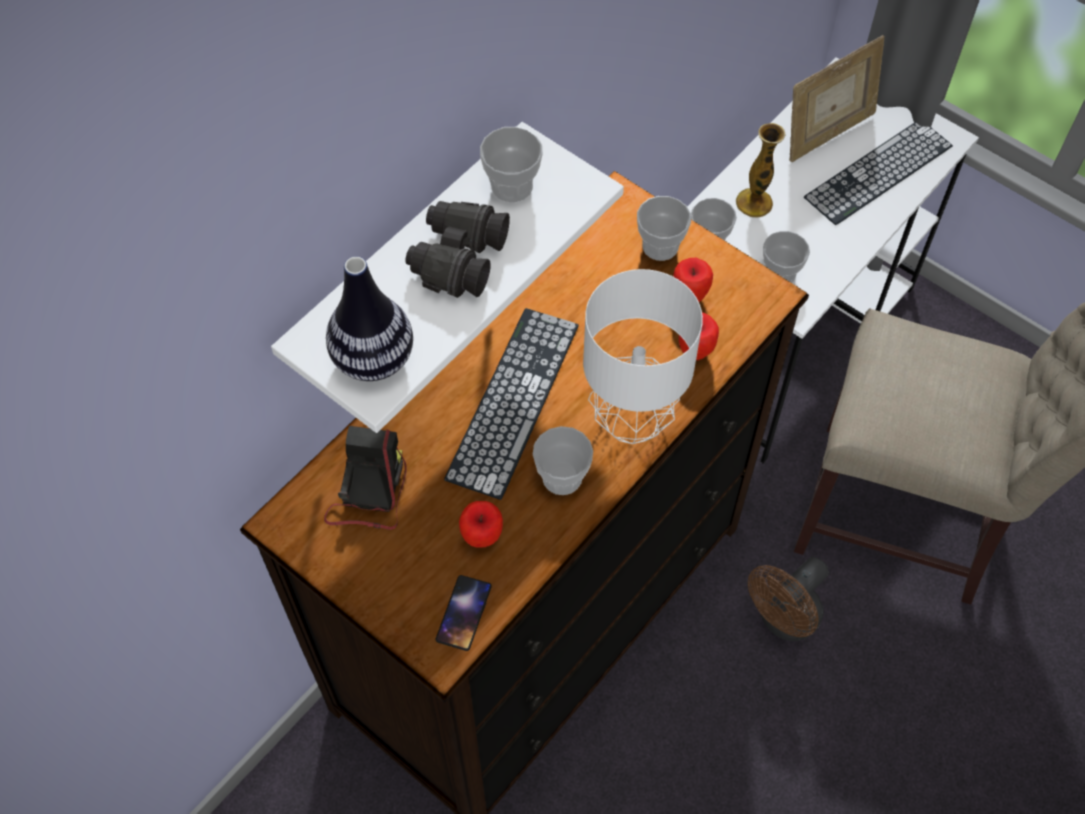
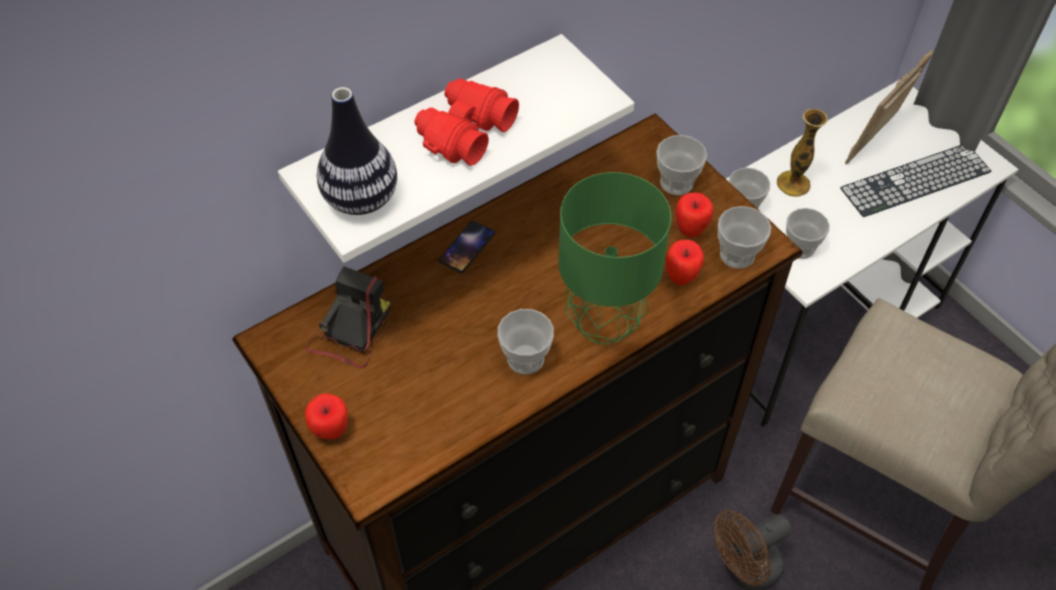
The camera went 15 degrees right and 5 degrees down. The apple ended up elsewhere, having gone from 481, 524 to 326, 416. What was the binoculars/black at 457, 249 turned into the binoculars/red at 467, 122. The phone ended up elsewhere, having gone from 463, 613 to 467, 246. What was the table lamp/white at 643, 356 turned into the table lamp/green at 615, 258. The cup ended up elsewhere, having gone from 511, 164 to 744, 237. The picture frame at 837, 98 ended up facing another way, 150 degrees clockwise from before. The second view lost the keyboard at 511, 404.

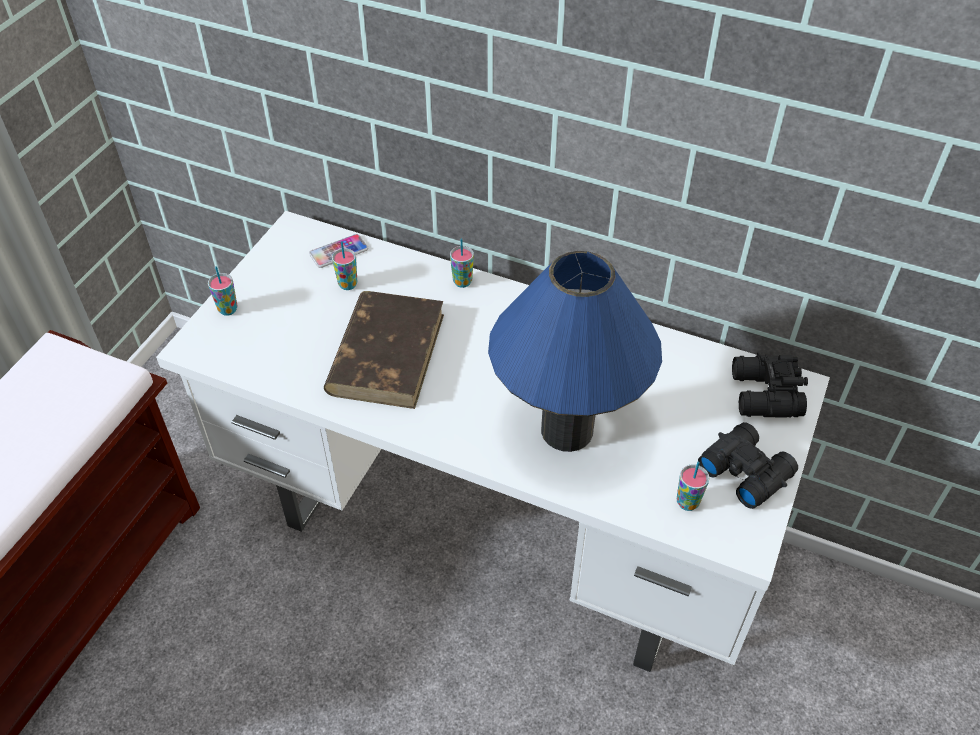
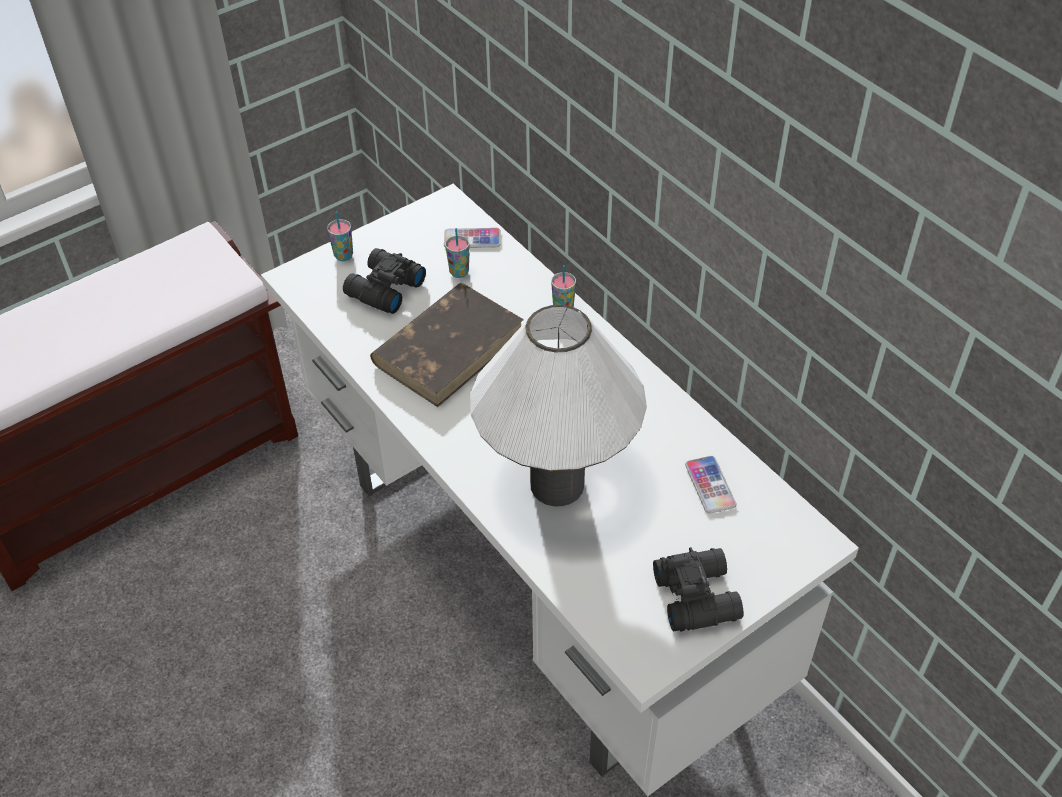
The camera went 30 degrees right and 0 degrees up. The binoculars/black ended up elsewhere, having gone from 770, 385 to 384, 281. What was the table lamp/blue at 575, 351 turned into the table lamp/white at 558, 406. The second view gained the phone at 711, 484. The second view lost the cup at 693, 486.

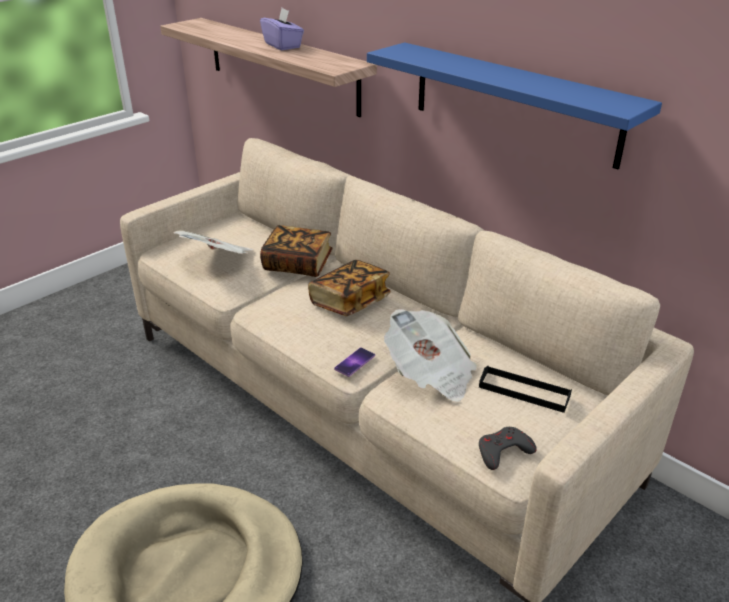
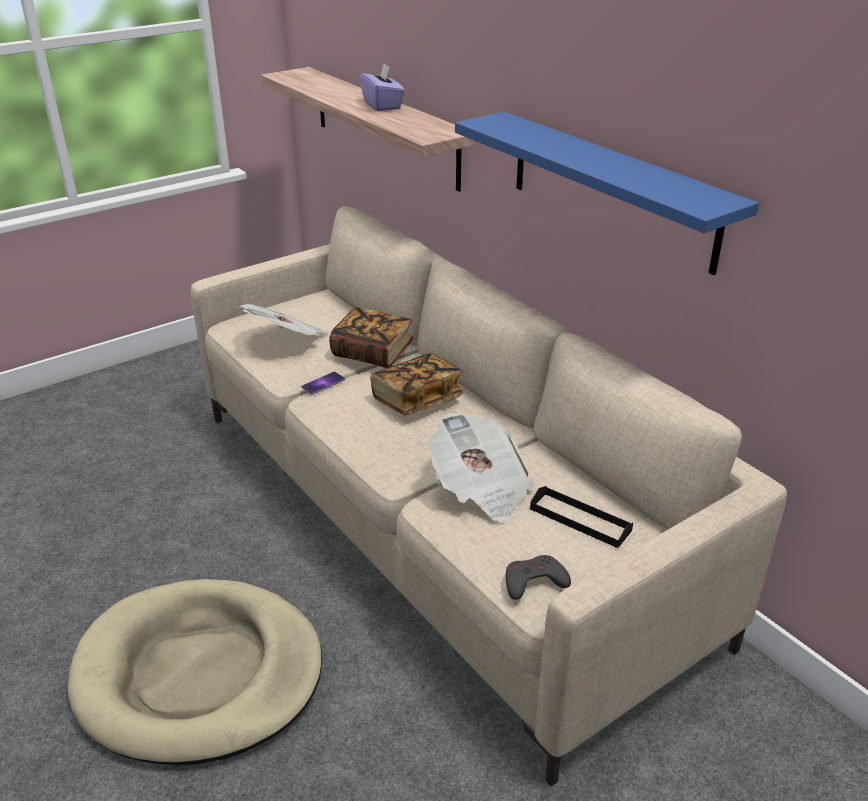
The camera went 10 degrees right and 0 degrees up. The phone ended up elsewhere, having gone from 354, 362 to 323, 383.

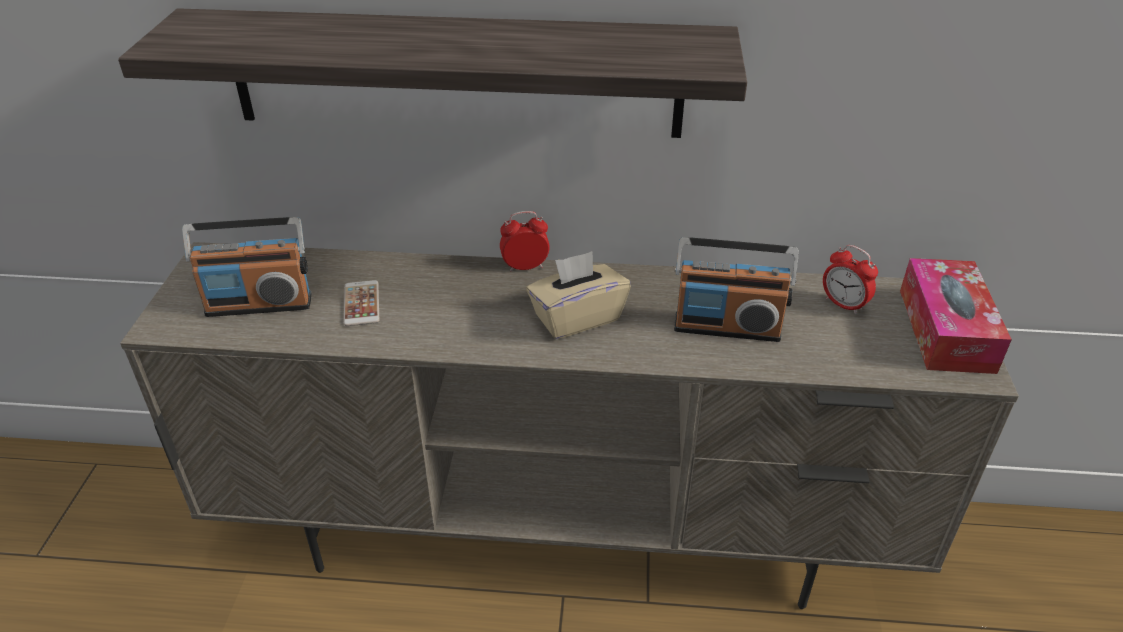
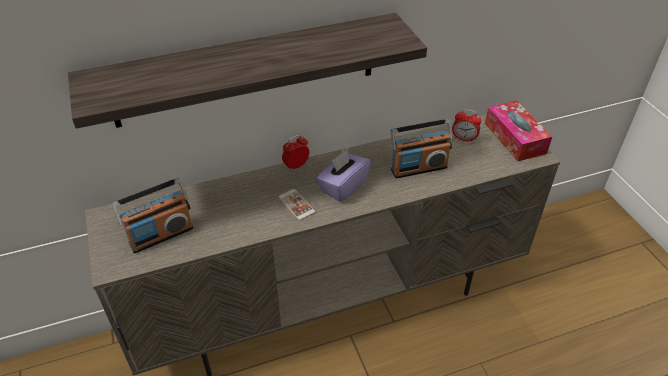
The camera went 25 degrees left and 5 degrees up. The phone ended up elsewhere, having gone from 361, 303 to 296, 204. What was the tissue box/beige at 578, 295 turned into the tissue box/purple at 343, 176.

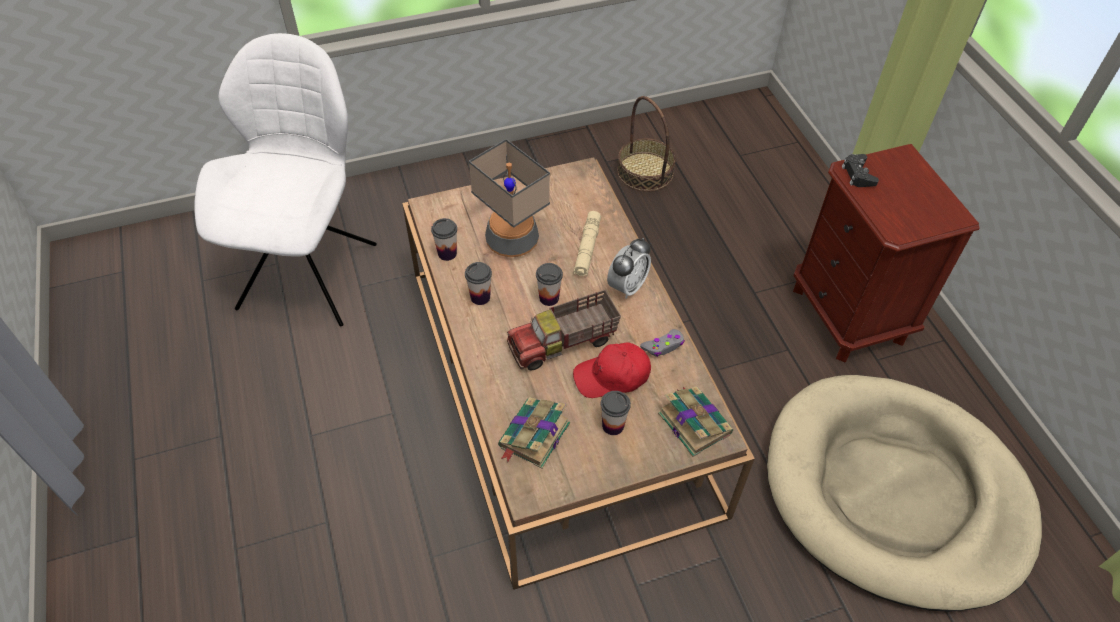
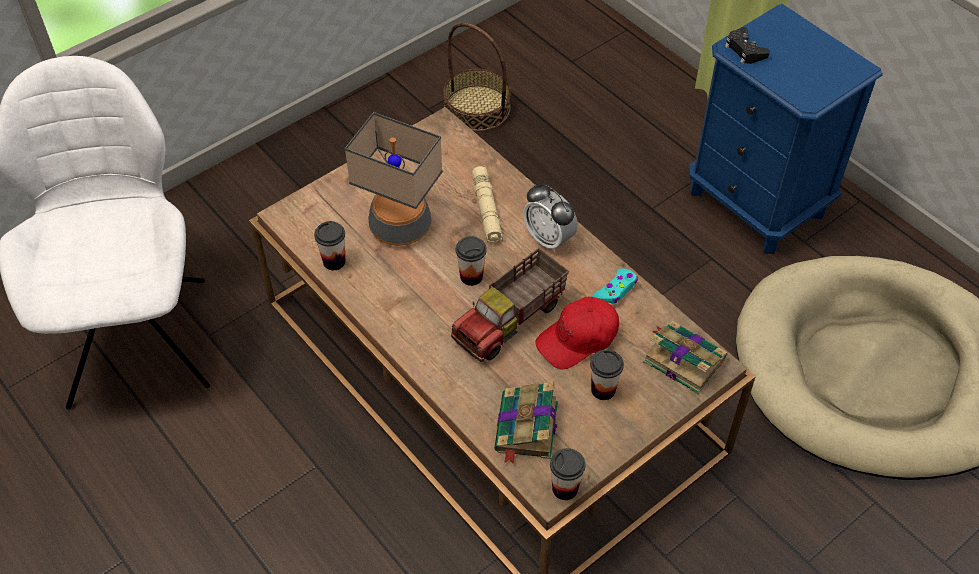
The camera went 20 degrees left and 0 degrees up. The alarm clock at 629, 268 ended up facing another way, 120 degrees clockwise from before. The cup ended up elsewhere, having gone from 478, 283 to 567, 474. What was the game controller/grey at 662, 343 turned into the game controller/turquoise at 615, 285. What was the nightstand/brown at 886, 253 turned into the nightstand/blue at 786, 129.

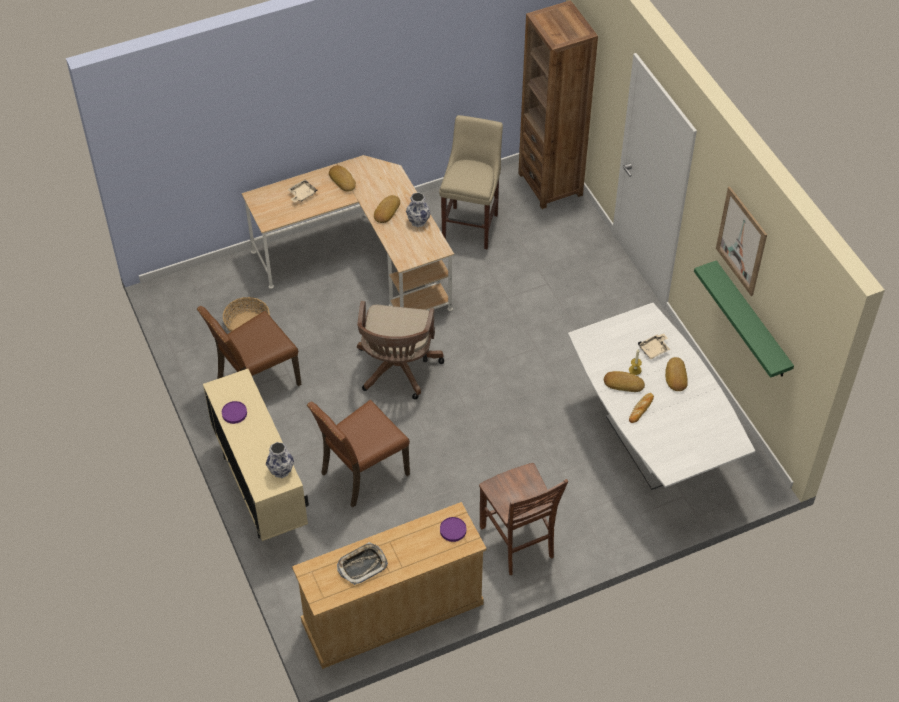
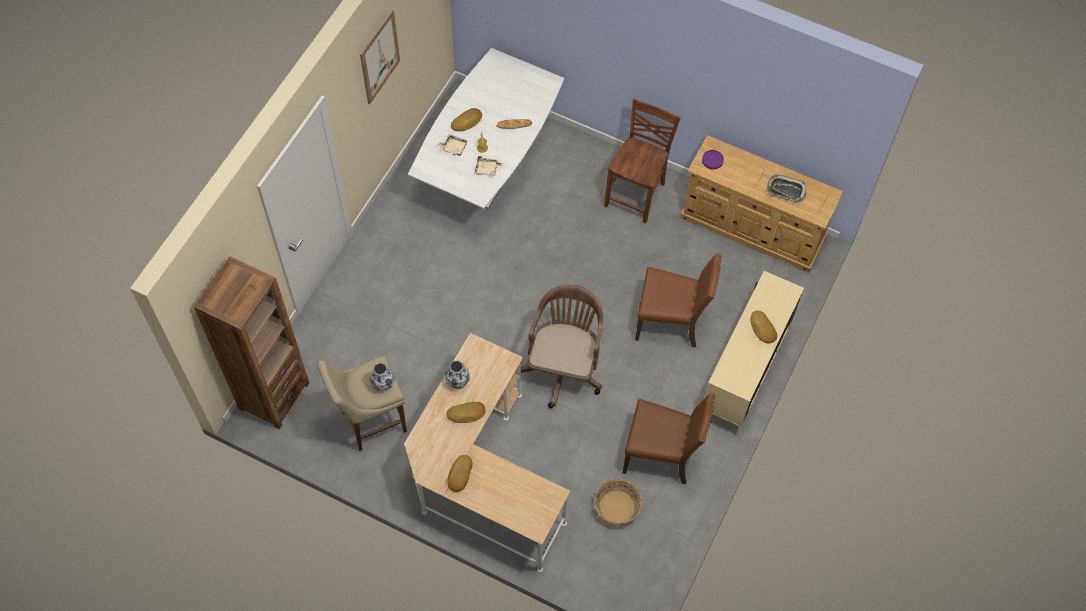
The camera went 130 degrees left and 10 degrees up. The vase ended up elsewhere, having gone from 280, 460 to 382, 377. The tray/beige ended up elsewhere, having gone from 303, 191 to 489, 166. The office chair/brown at 400, 350 ended up facing another way, 45 degrees counterclockwise from before. The bread ended up elsewhere, having gone from 624, 381 to 763, 327. The second view lost the plate/purple at 234, 412. The second view lost the shelf/green at 744, 319.

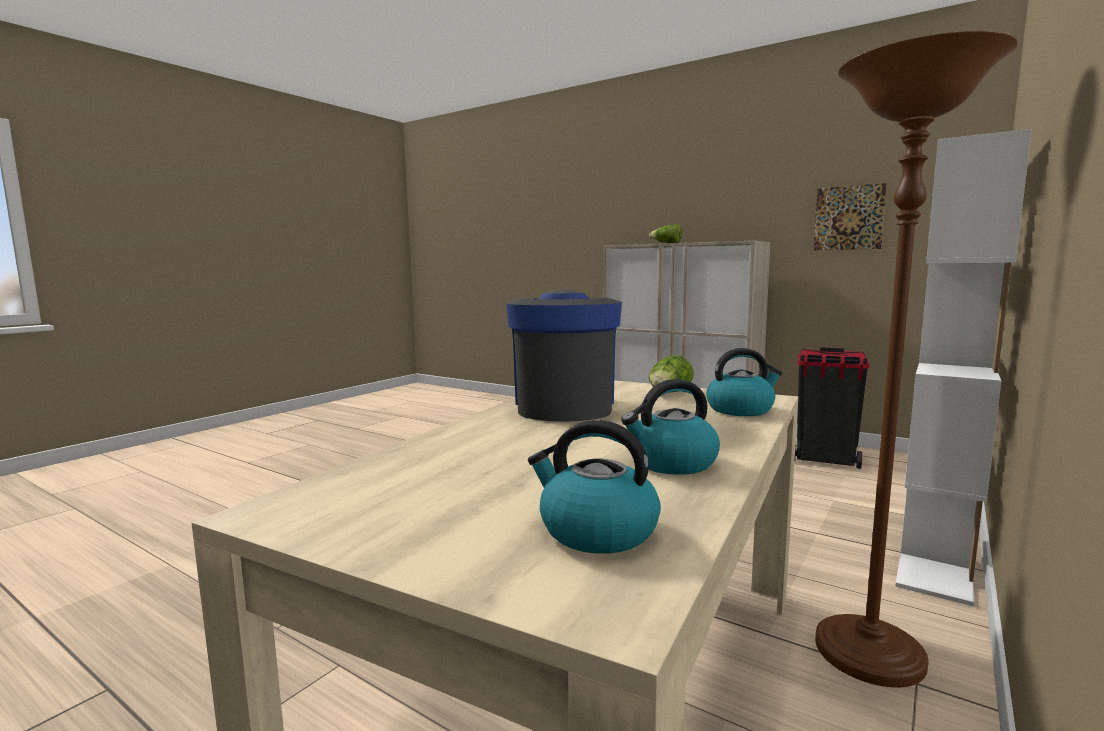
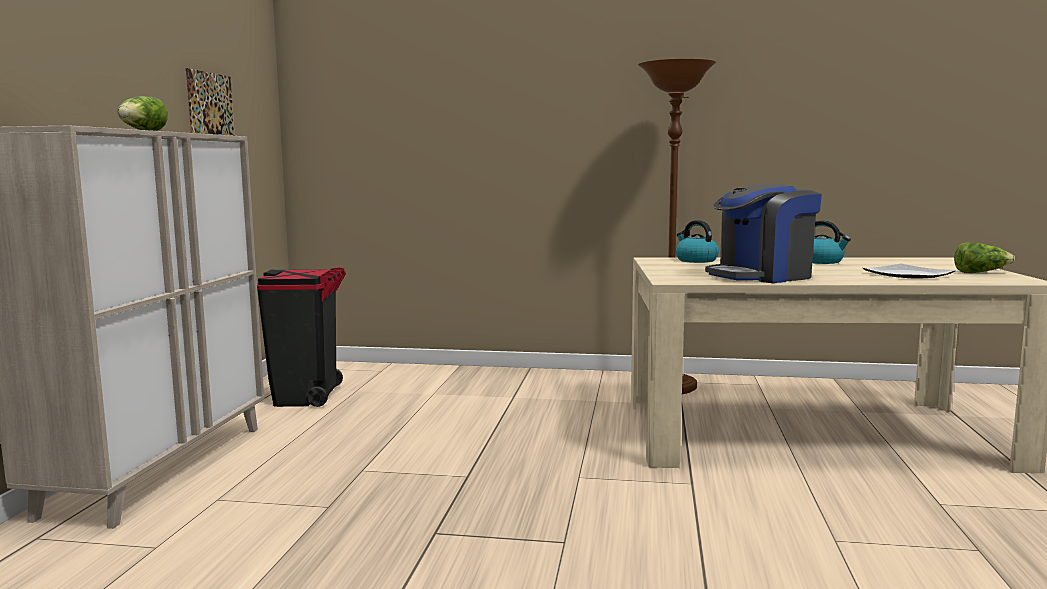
The camera went 115 degrees left and 0 degrees up. The second view gained the plate at 909, 271. The lettuce ended up elsewhere, having gone from 671, 374 to 984, 257. The second view lost the kettle at 594, 487. The second view lost the bookcase/white at 963, 368.

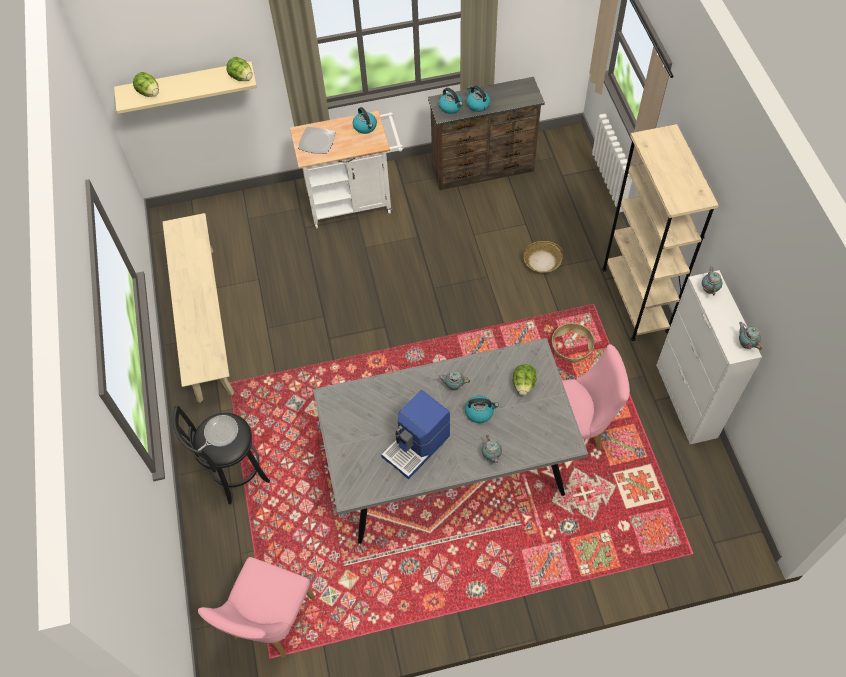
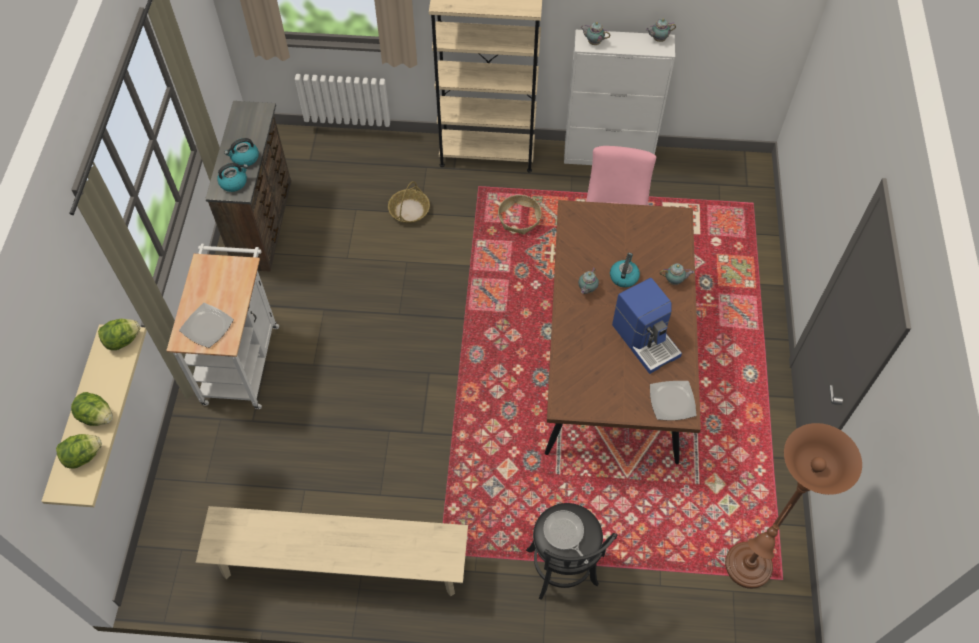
The camera went 75 degrees left and 0 degrees up. The lettuce ended up elsewhere, having gone from 525, 380 to 92, 409. What was the dining table/grey at 450, 441 turned into the dining table/brown at 623, 332. The second view gained the plate at 673, 401. Where the chair/pink stood at 256, 607, the floor lamp/brown came to stand at 793, 506. The second view lost the kettle at 365, 120.

